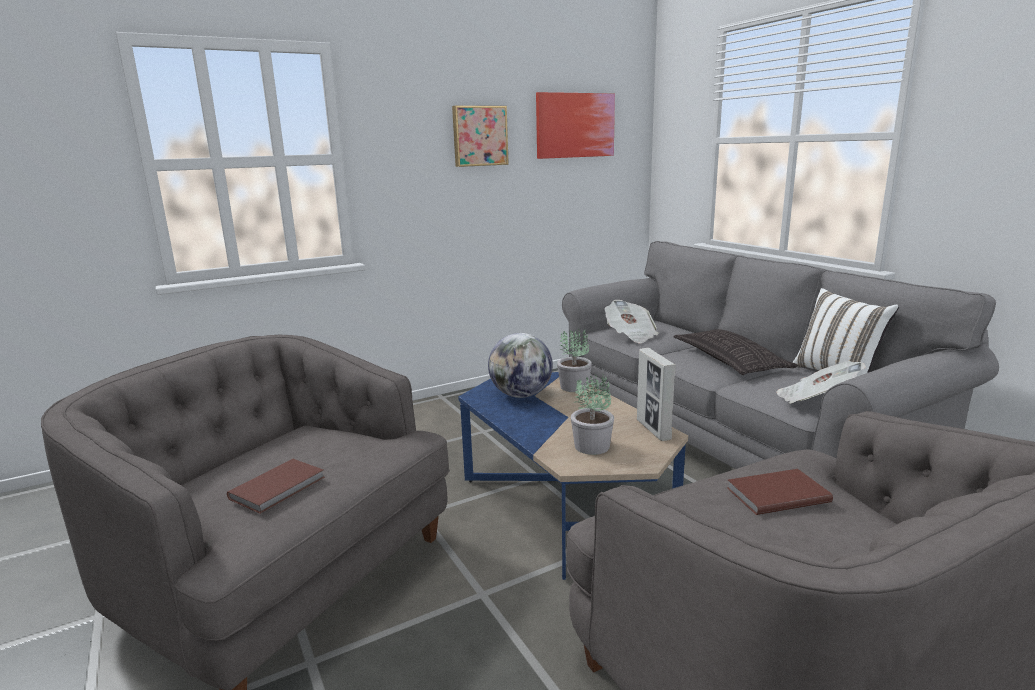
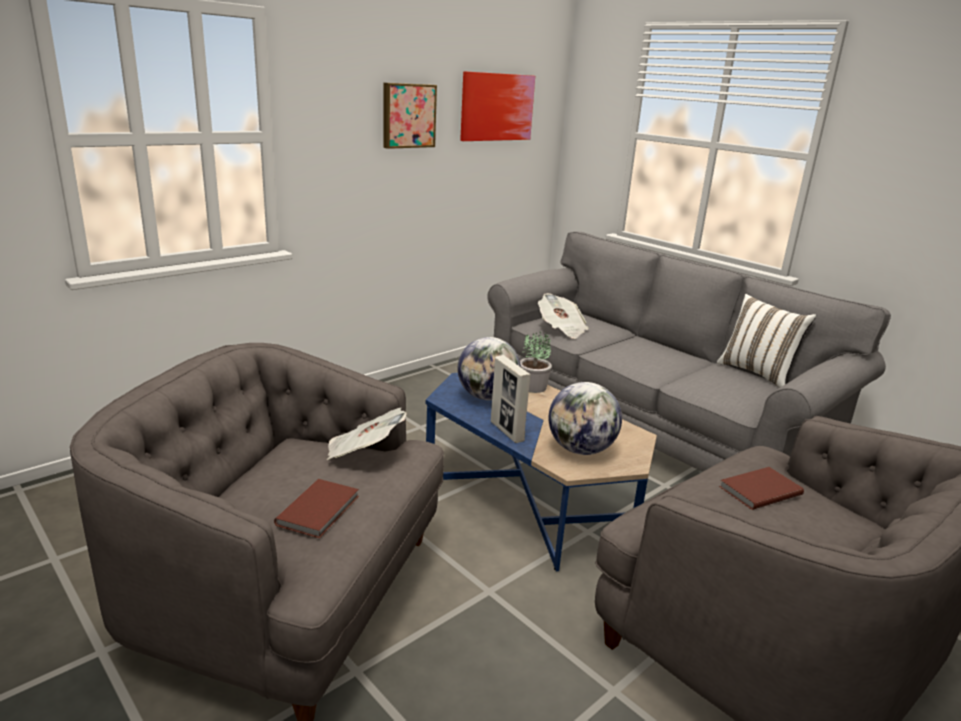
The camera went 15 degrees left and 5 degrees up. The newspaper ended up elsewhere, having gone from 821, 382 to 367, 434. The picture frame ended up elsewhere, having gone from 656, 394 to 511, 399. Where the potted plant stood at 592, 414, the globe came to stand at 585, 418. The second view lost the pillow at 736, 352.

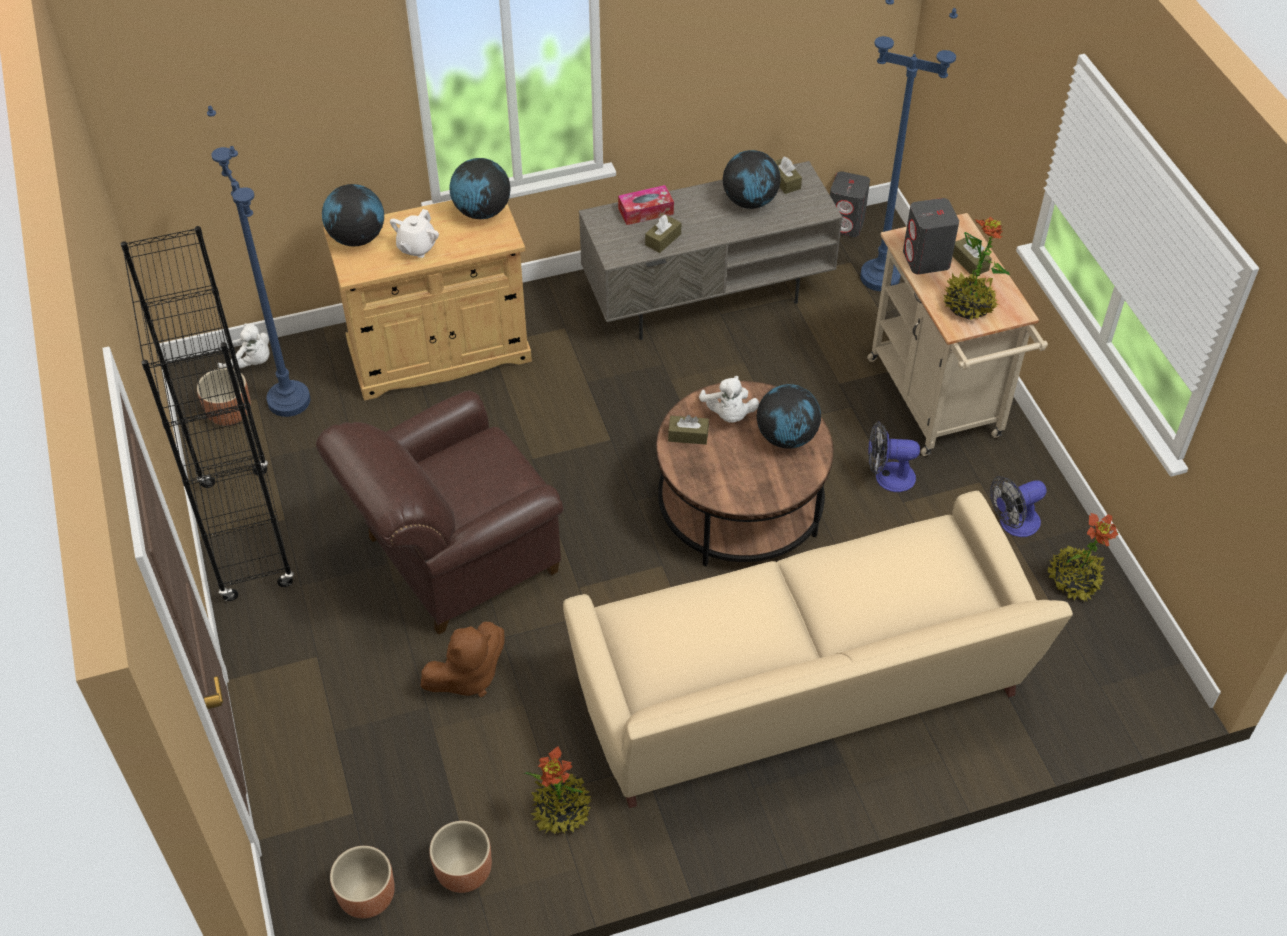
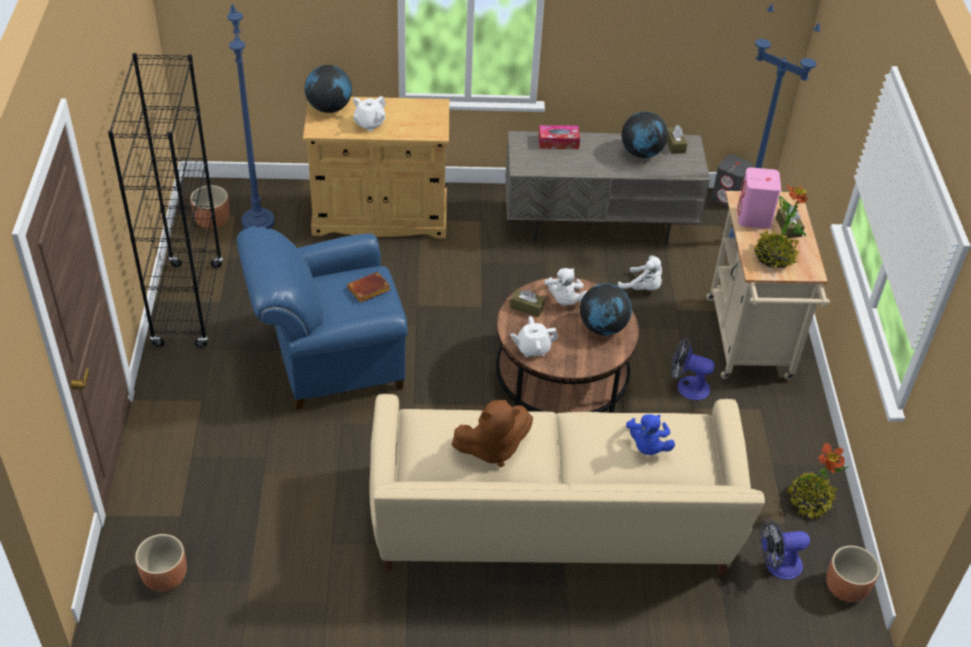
The camera went 15 degrees right and 5 degrees down. What was the armchair/brown at 440, 512 turned into the armchair/blue at 322, 317. The second view gained the book/brown at 369, 287. The plush toy/brown ended up elsewhere, having gone from 462, 659 to 492, 433. The second view gained the teapot/white at 534, 336. The plush toy/white ended up elsewhere, having gone from 244, 345 to 640, 273. The second view gained the plush toy/blue at 650, 434. What was the speaker/grey at 931, 236 turned into the speaker/pink at 759, 198. The fan ended up elsewhere, having gone from 1018, 506 to 785, 549. The planter/brown ended up elsewhere, having gone from 460, 857 to 853, 574. The second view lost the globe at 480, 188. The second view lost the potted plant at 557, 790. The second view lost the tissue box/brown at 663, 234.

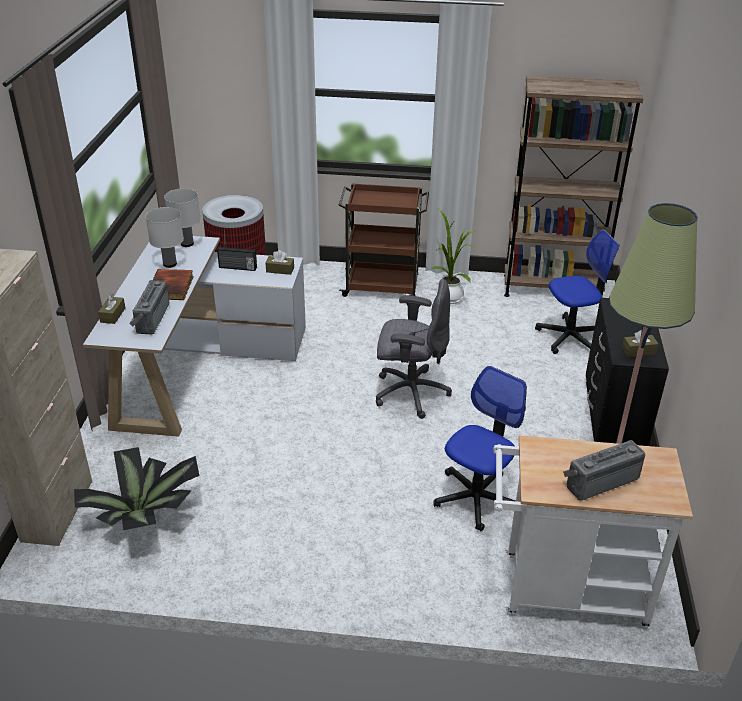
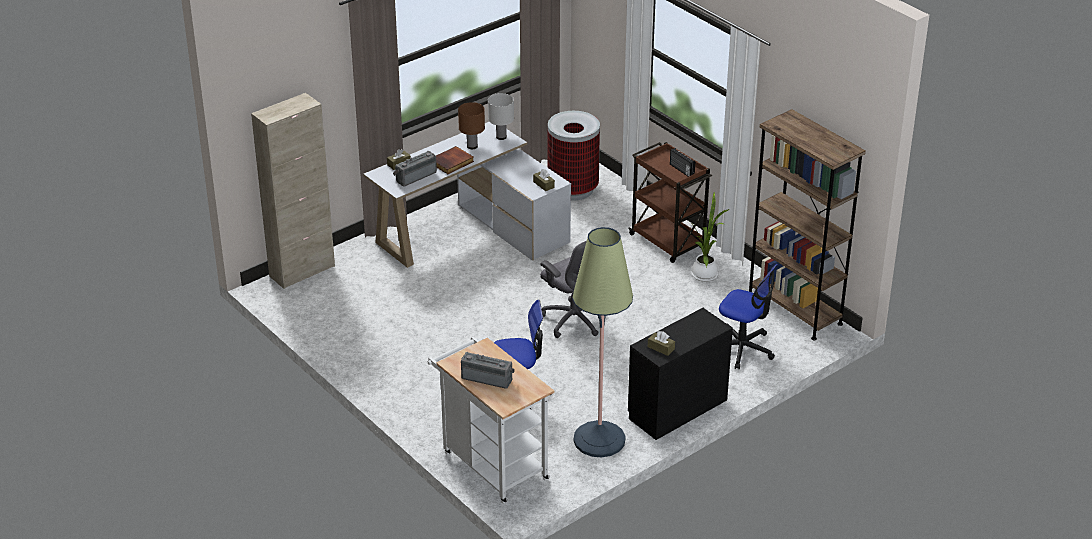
The camera went 45 degrees right and 0 degrees up. What was the table lamp/white at 165, 237 turned into the table lamp/brown at 471, 125. The radio ended up elsewhere, having gone from 237, 258 to 682, 162. The second view lost the potted plant at 136, 488.

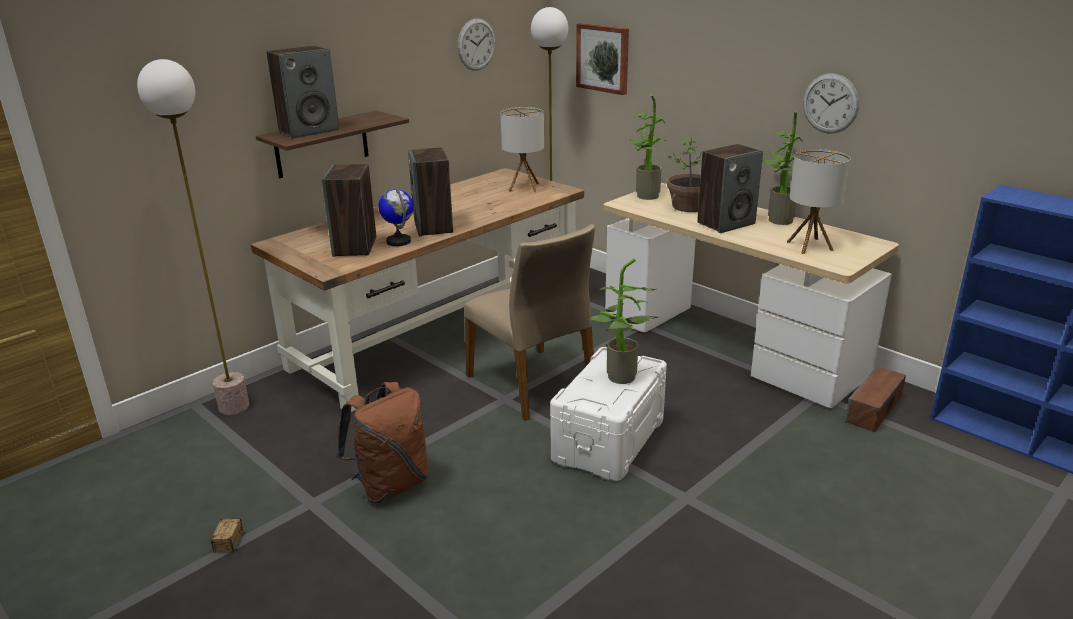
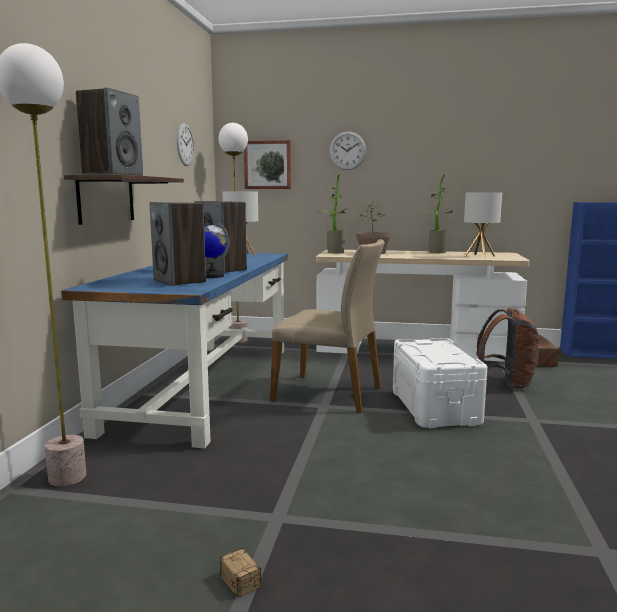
The camera went 35 degrees left and 15 degrees down. What was the desk/brown at 417, 290 turned into the desk/blue at 174, 350. The wall clock ended up elsewhere, having gone from 831, 103 to 347, 150. The backpack/brown ended up elsewhere, having gone from 382, 442 to 507, 348. The second view lost the potted plant at 622, 321. The second view lost the speaker at 730, 188.

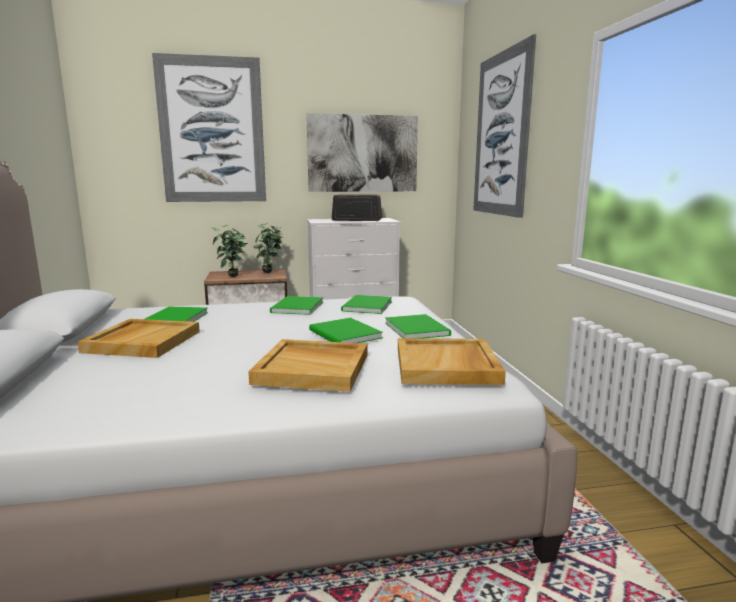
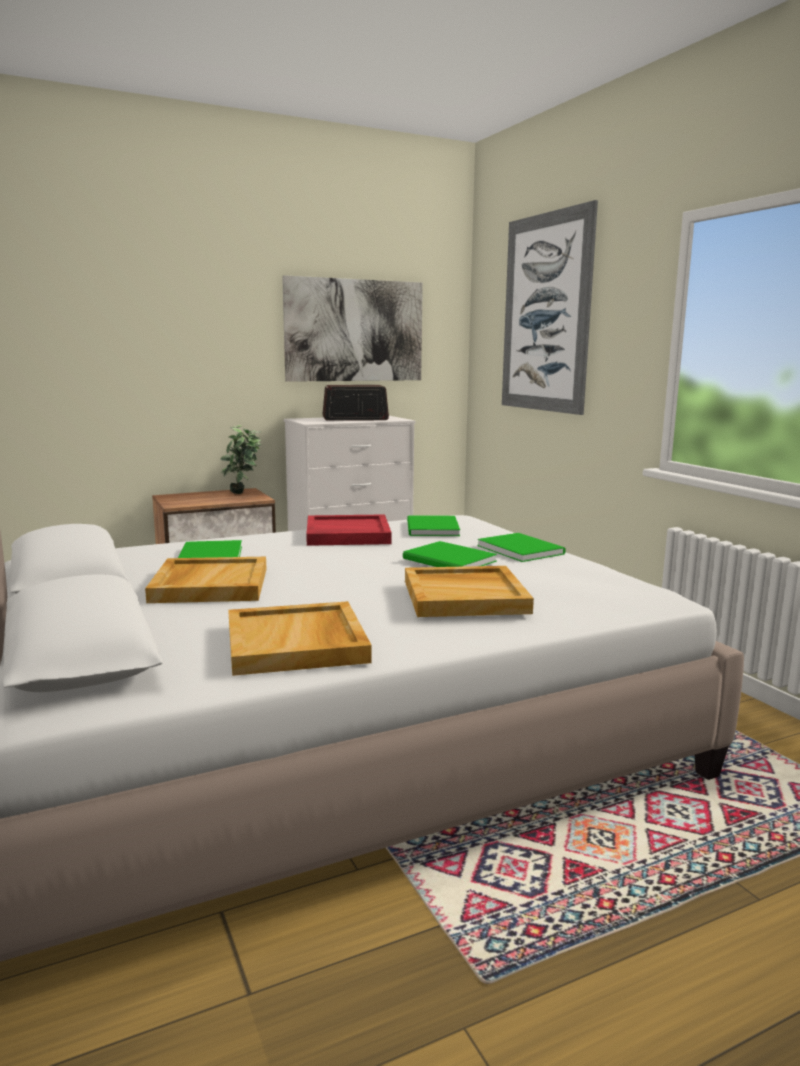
The camera went 15 degrees left and 0 degrees up. The tray/beige ended up elsewhere, having gone from 452, 361 to 300, 638. Where the book/green stood at 296, 305, the tray/red came to stand at 349, 530. The second view lost the picture at 209, 127. The second view lost the potted plant at 229, 251.

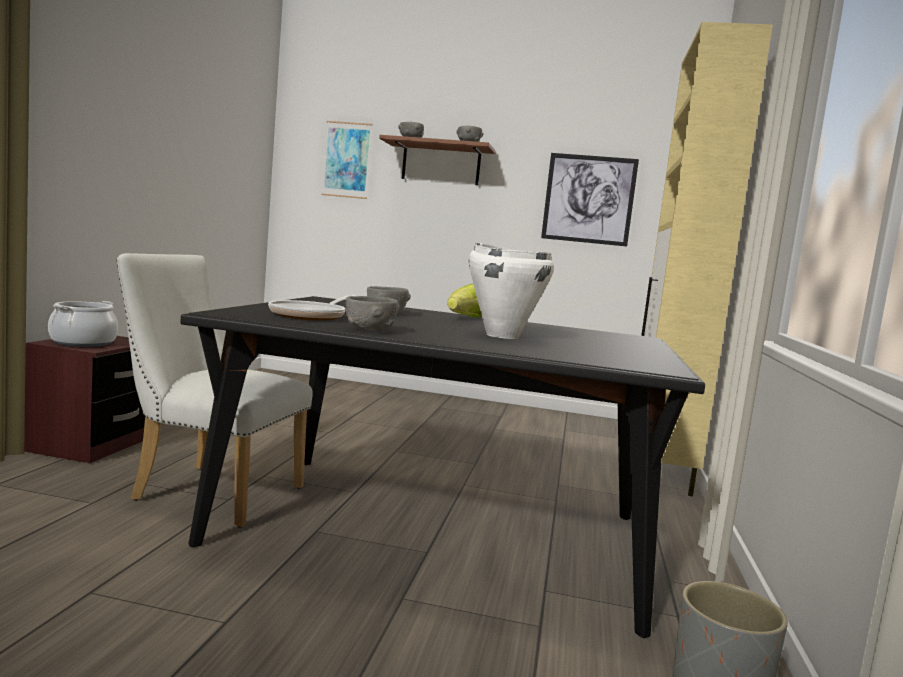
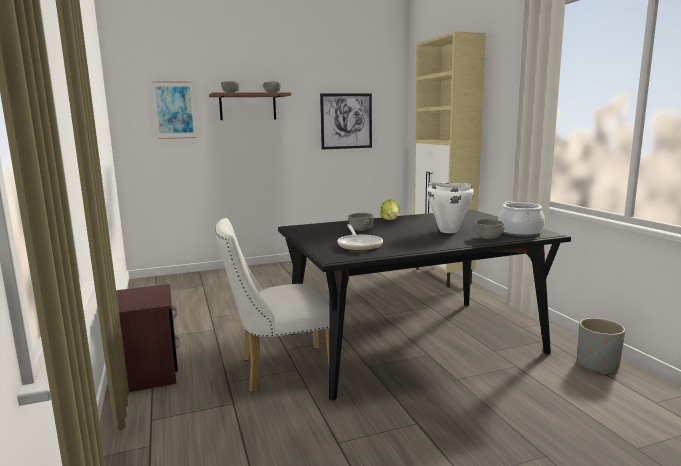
The camera went 30 degrees left and 5 degrees up. The bowl/grey ended up elsewhere, having gone from 373, 313 to 489, 229. The cooking pot ended up elsewhere, having gone from 83, 324 to 521, 218.

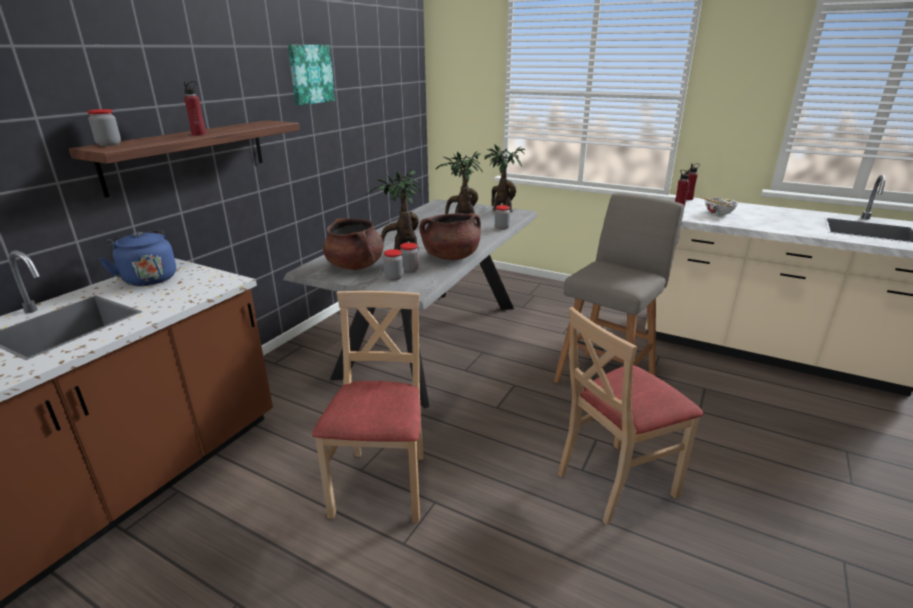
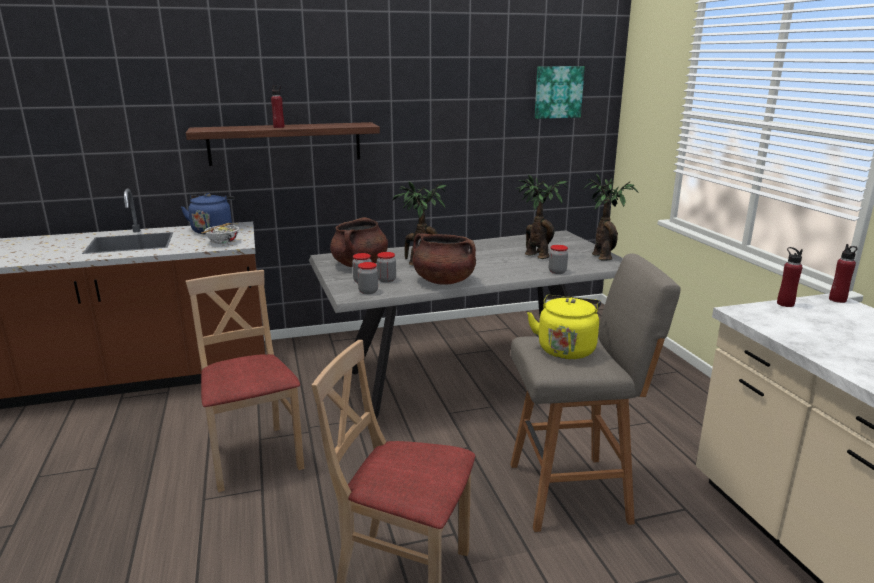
The camera went 45 degrees right and 5 degrees down. The chair/beige at 368, 407 ended up facing another way, 75 degrees counterclockwise from before. The bowl ended up elsewhere, having gone from 719, 206 to 220, 233. The jar ended up elsewhere, having gone from 104, 127 to 367, 278. The second view gained the kettle/yellow at 564, 327. The picture ended up elsewhere, having gone from 311, 75 to 560, 92.

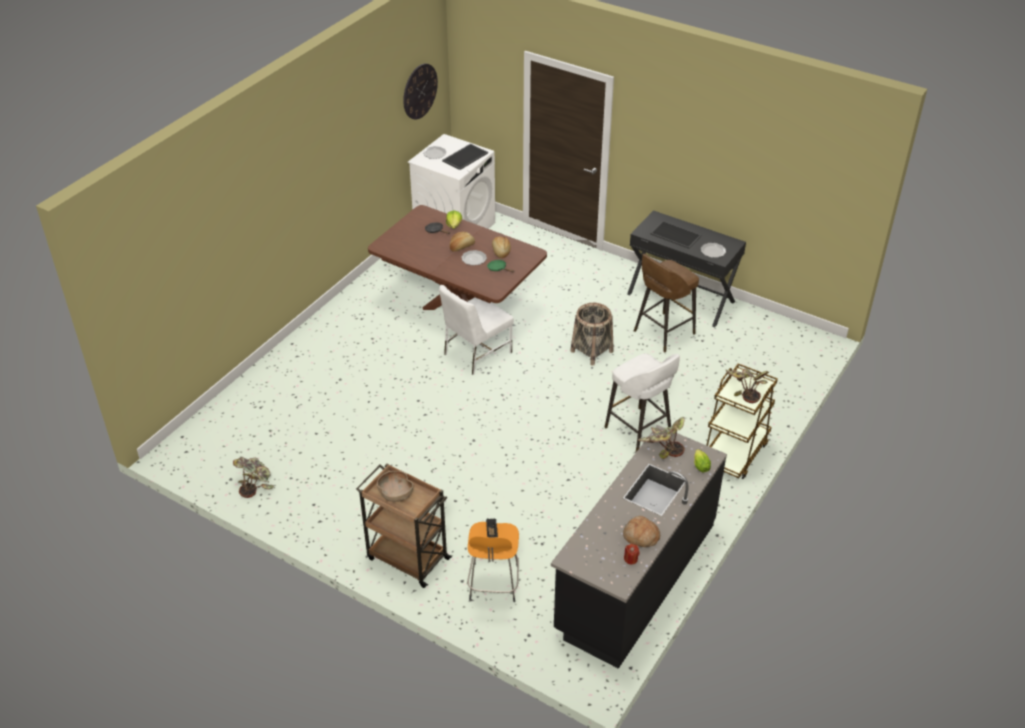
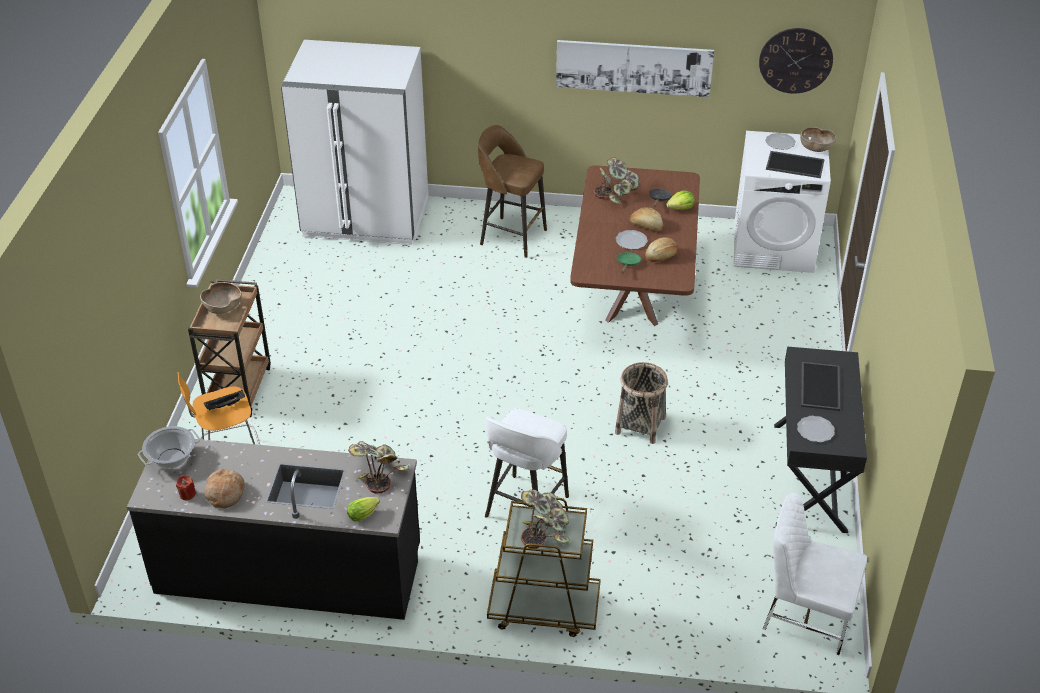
The camera went 65 degrees right and 0 degrees up. The second view gained the cooking pot at 169, 447. The second view gained the fridge/white at 355, 142. The stool/brown ended up elsewhere, having gone from 666, 303 to 512, 191. The second view gained the picture at 635, 68. The potted plant ended up elsewhere, having gone from 253, 477 to 616, 180. The chair/white ended up elsewhere, having gone from 476, 330 to 815, 574. The second view gained the bowl/brown at 818, 139.

